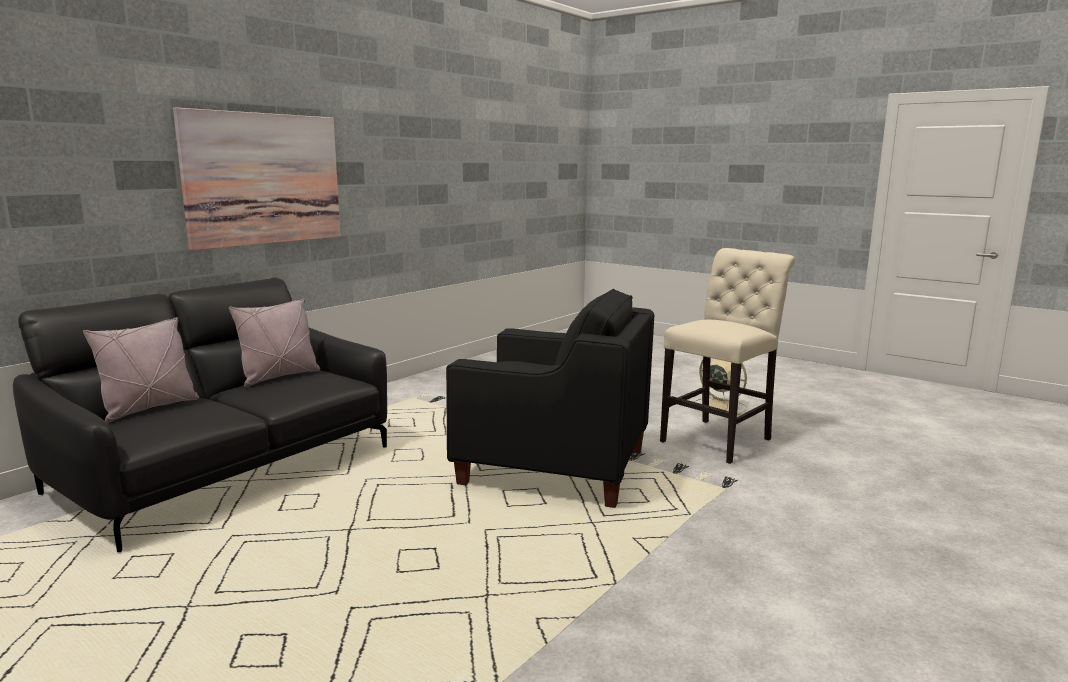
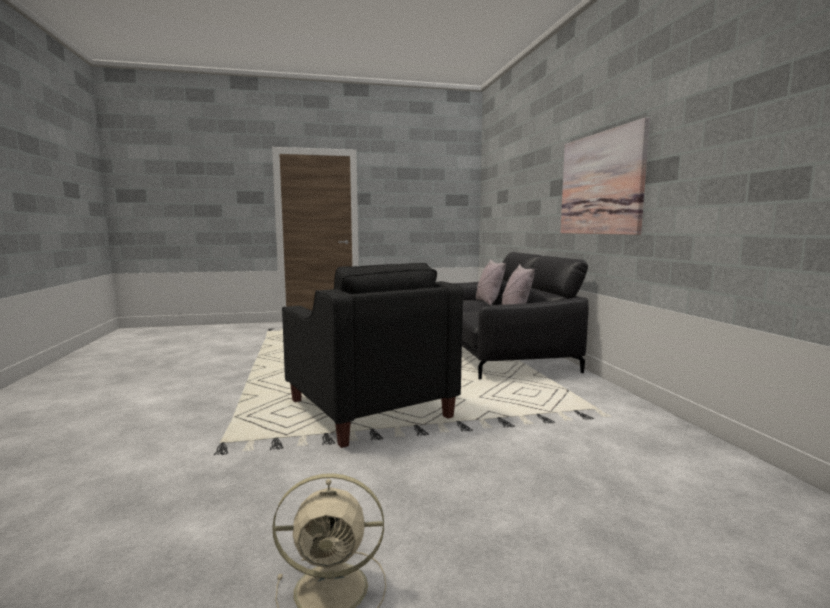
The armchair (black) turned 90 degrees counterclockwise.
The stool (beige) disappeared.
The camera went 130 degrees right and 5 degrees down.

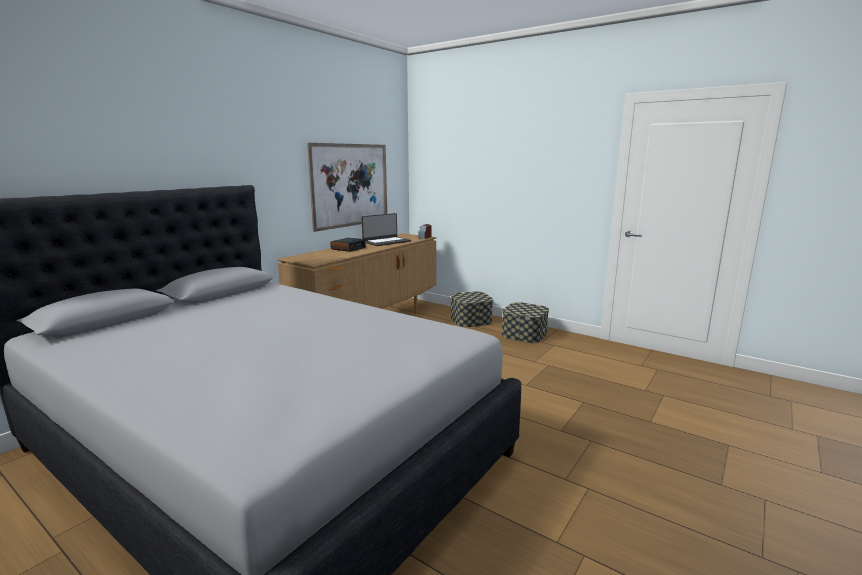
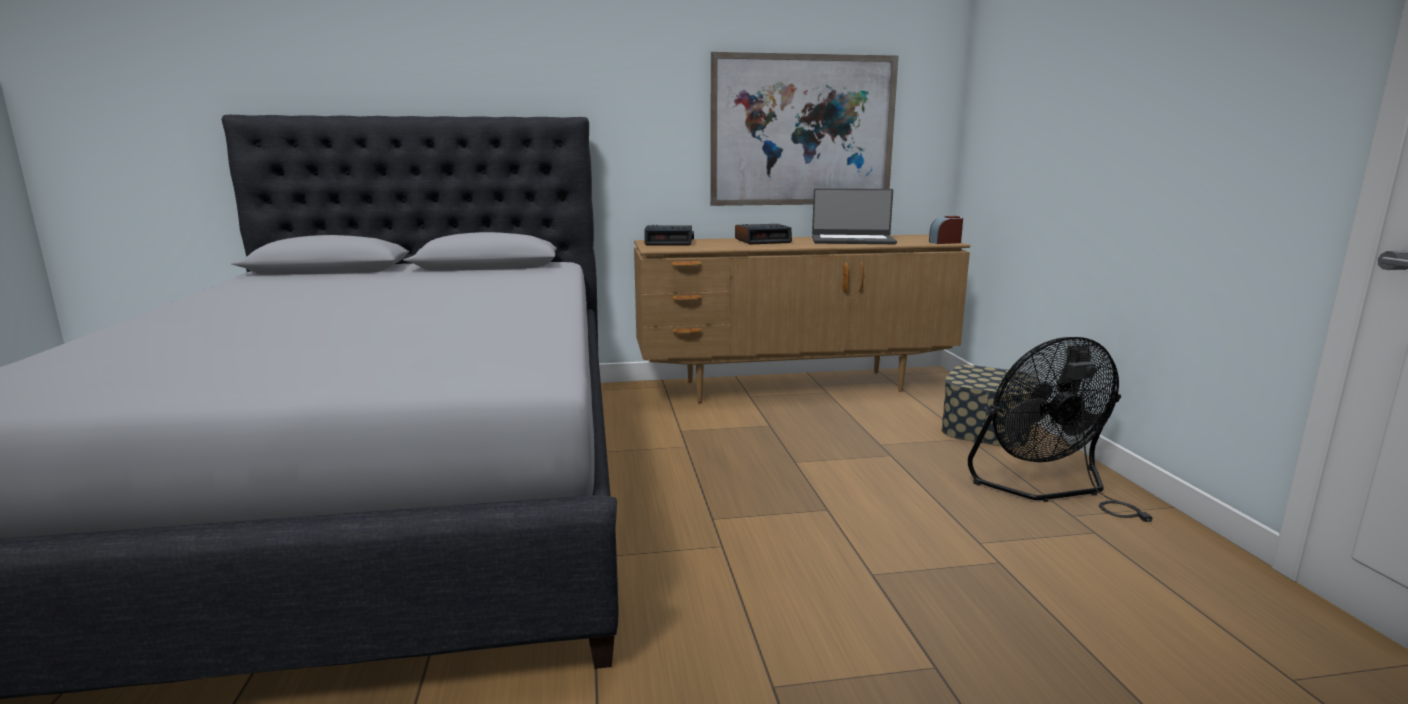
The alarm clock (no. 1 from left) appeared.
The storage box (no. 2 from left) was replaced by the fan (black).
The camera went 45 degrees right and 0 degrees up.

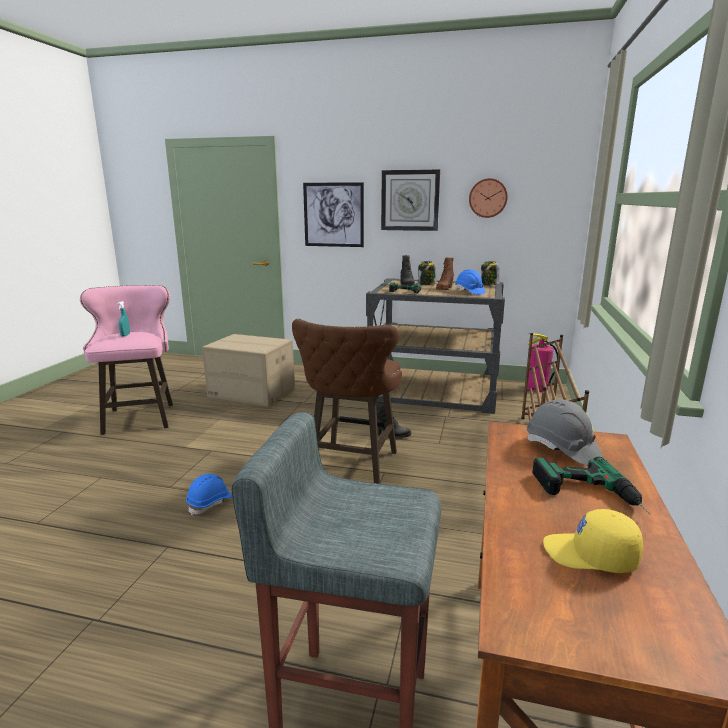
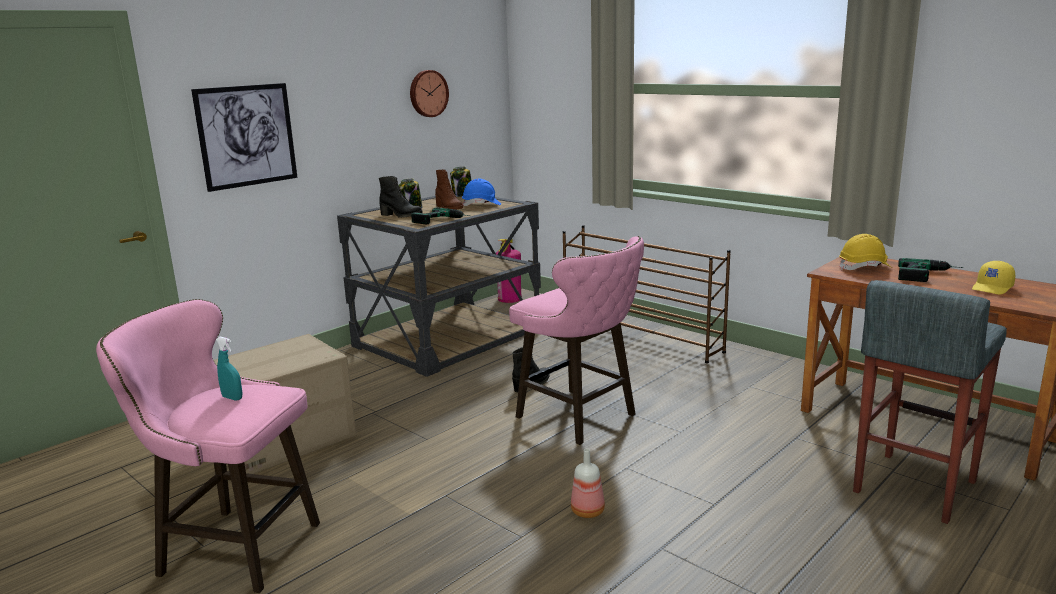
The stool (brown) became the stool (pink) (no. 2 from left).
The hard hat (blue) (no. 1 from left) was replaced by the bottle.
The hard hat (grey) became the hard hat (yellow).
The wall clock (no. 1 from left) disappeared.
The camera went 60 degrees left and 0 degrees up.

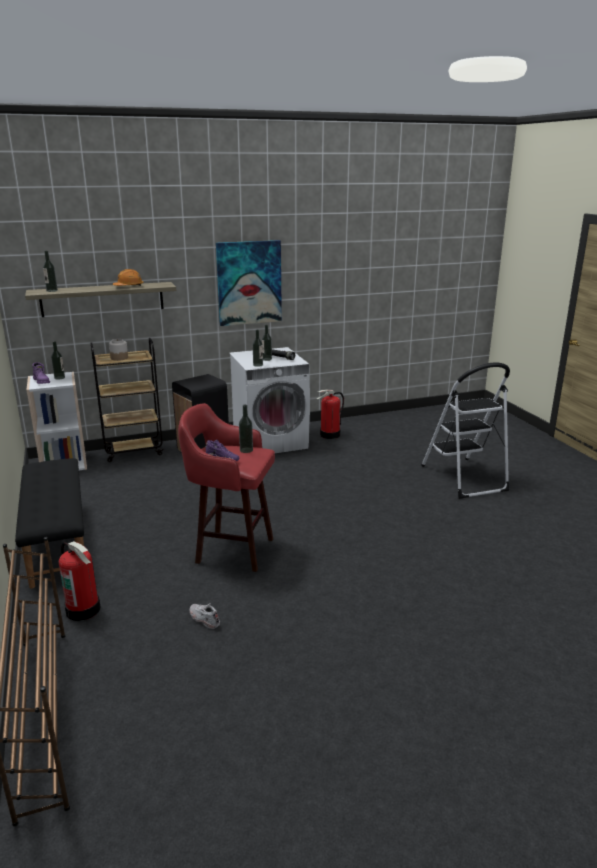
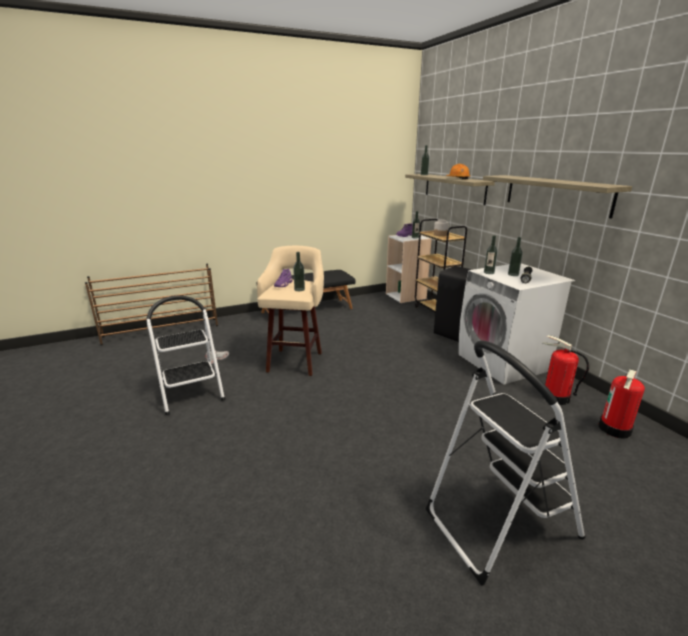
The step ladder (no. 1 from left) appeared.
The stool (red) became the stool (beige).
The picture was replaced by the shelf (no. 2 from left).
The fire extinguisher (no. 1 from left in the first image) moved.
The camera went 85 degrees right and 0 degrees up.

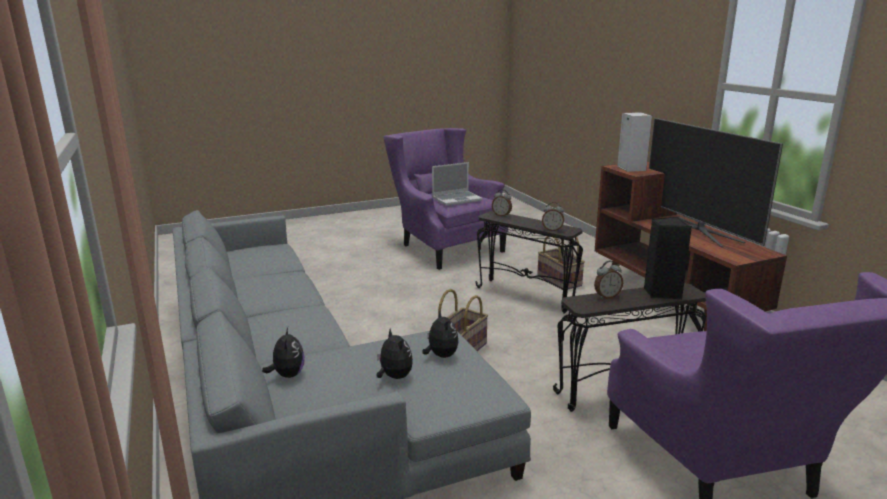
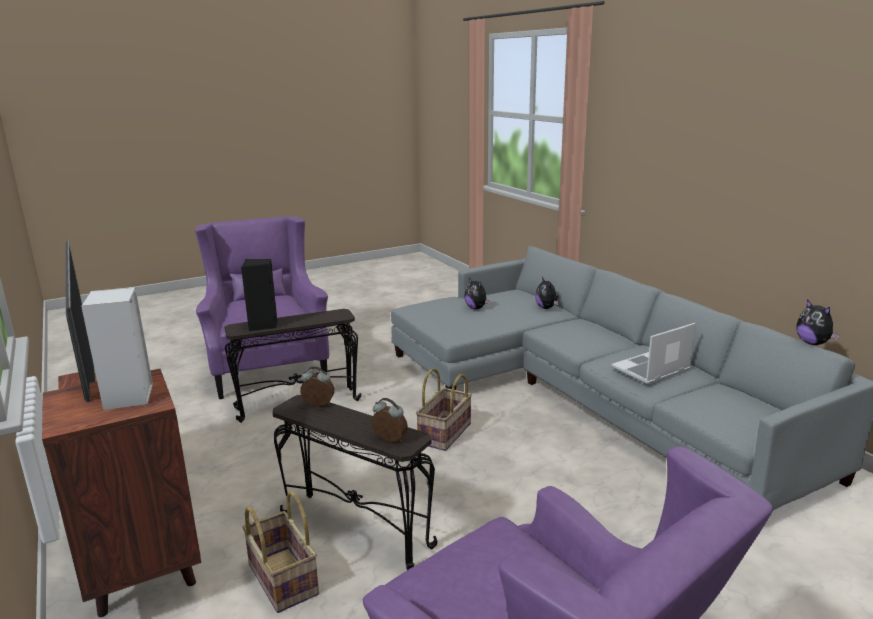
The laptop moved.
The plush toy (no. 3 from left) moved.
The alarm clock (no. 3 from left) disappeared.
The camera went 175 degrees right and 0 degrees up.

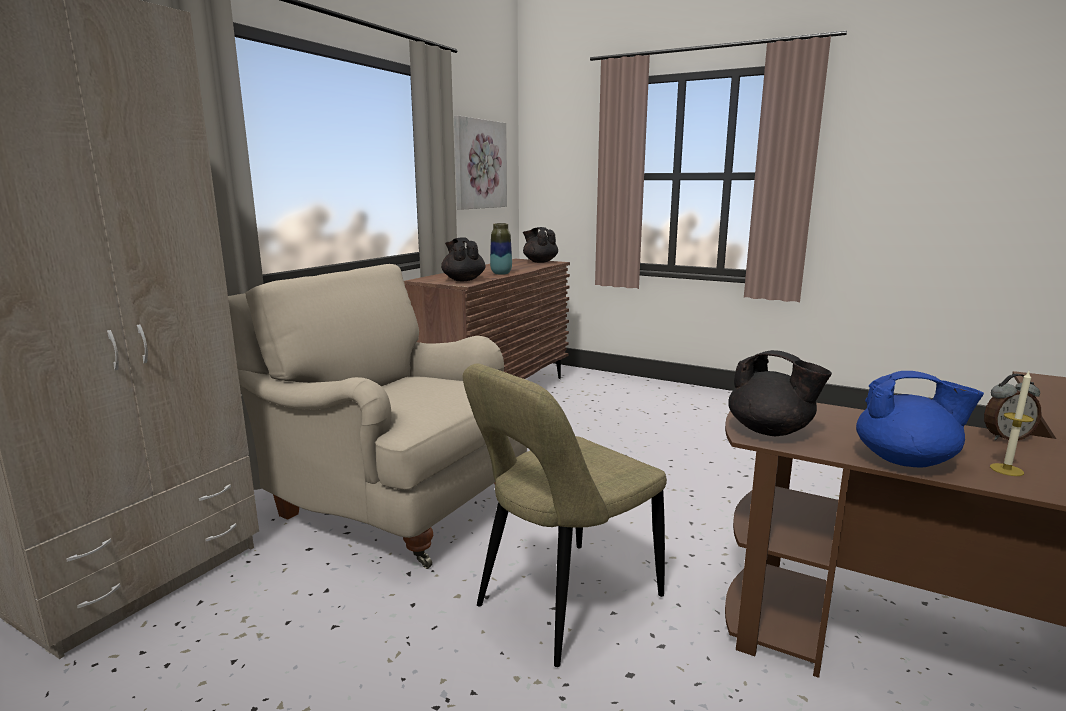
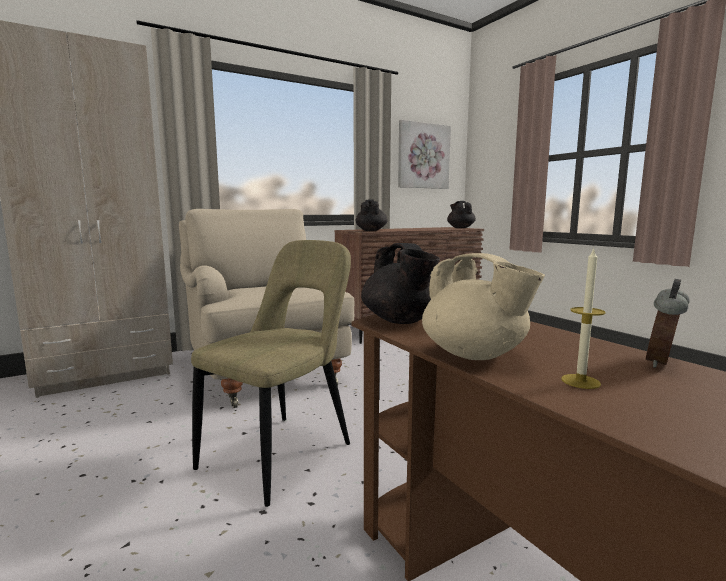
The chair (beige) turned 135 degrees clockwise.
The teapot (blue) became the teapot (beige).
The alarm clock turned 105 degrees clockwise.
The vase disappeared.
The camera went 30 degrees right and 5 degrees down.

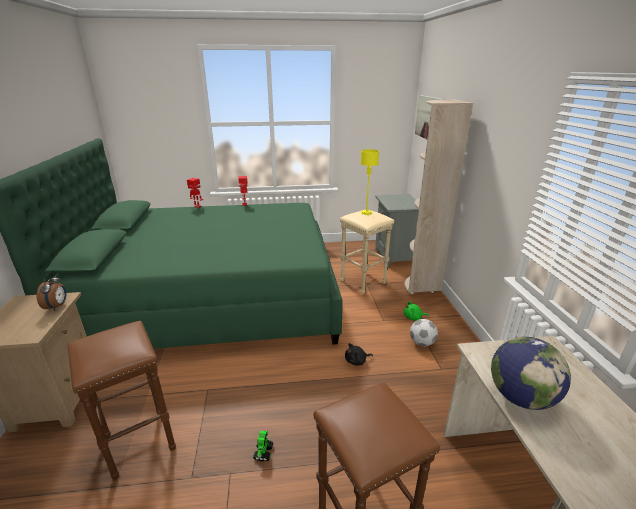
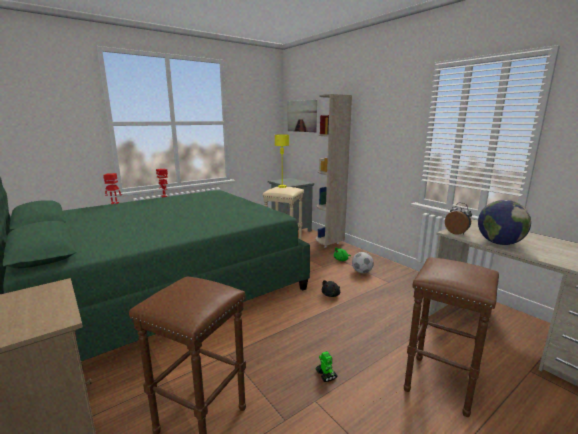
The alarm clock moved.
The camera went 30 degrees left and 10 degrees down.

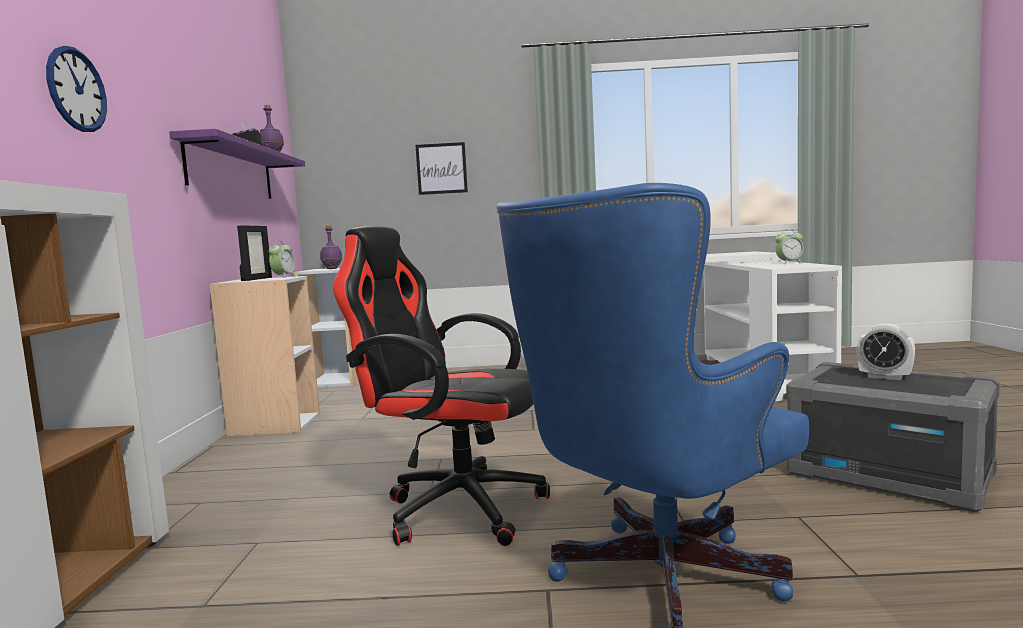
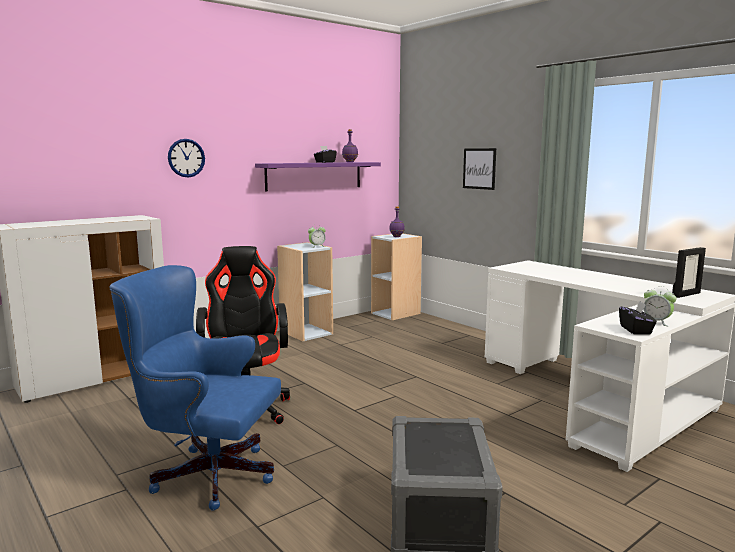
The tissue box (black) (no. 2 from left) appeared.
The picture frame moved.
The alarm clock (no. 3 from left) disappeared.
The camera went 50 degrees right and 5 degrees up.

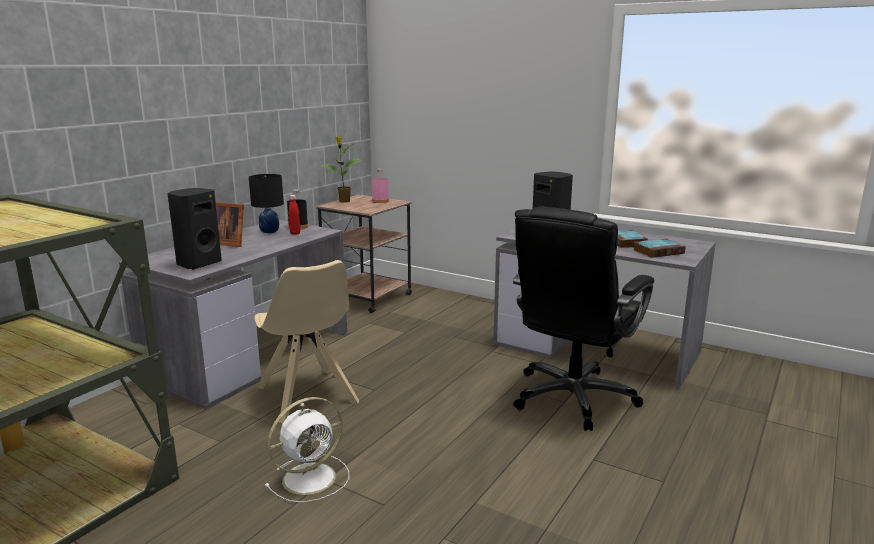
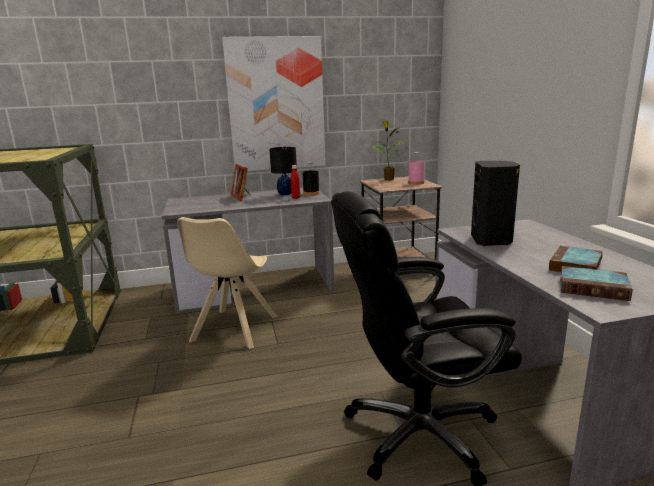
The picture appeared.
The speaker (black) (no. 1 from left) disappeared.
The fan (white) disappeared.
The camera went 45 degrees right and 0 degrees up.

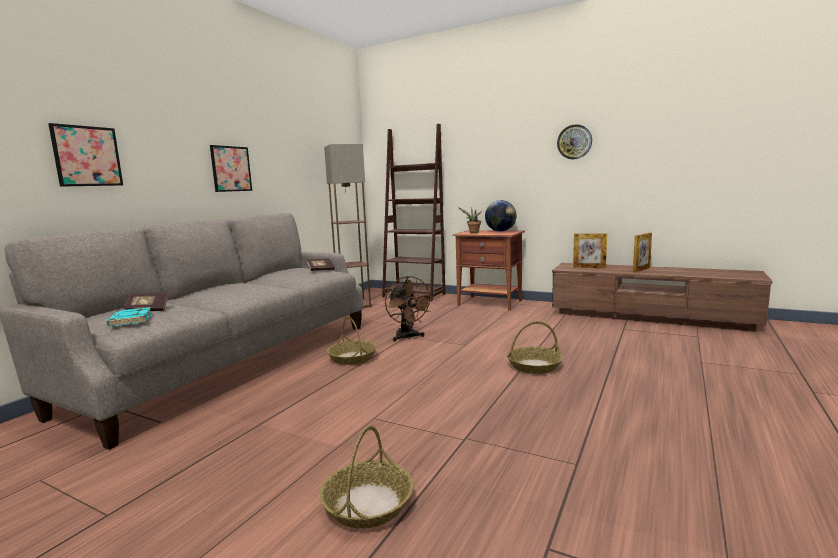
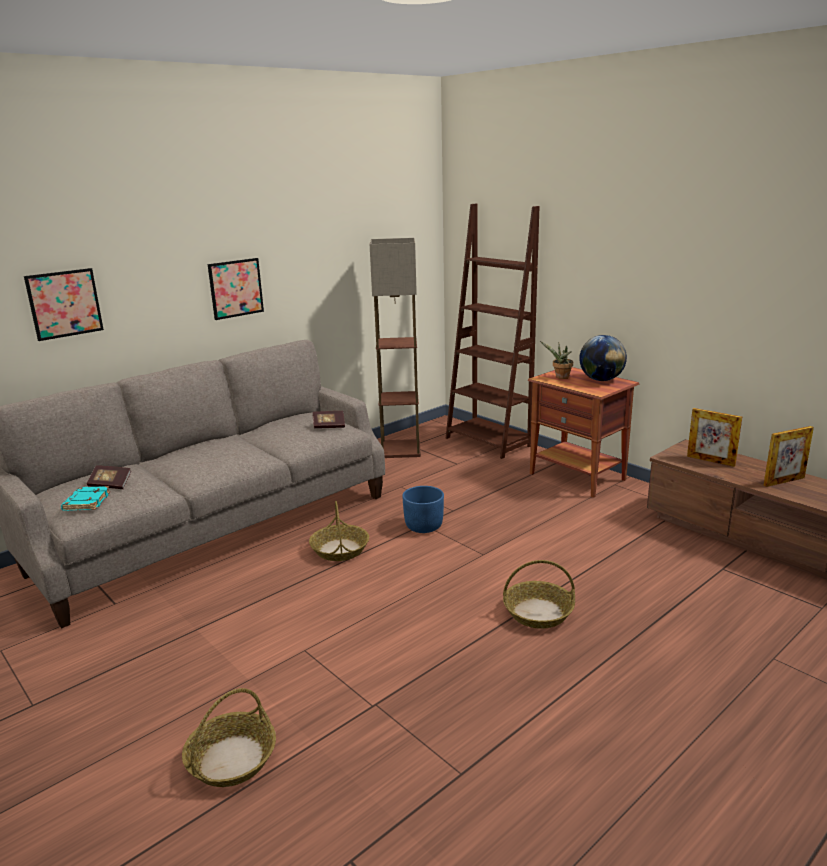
The fan (brown) was replaced by the planter (blue).
The wall clock disappeared.
The camera went 20 degrees right and 10 degrees up.

